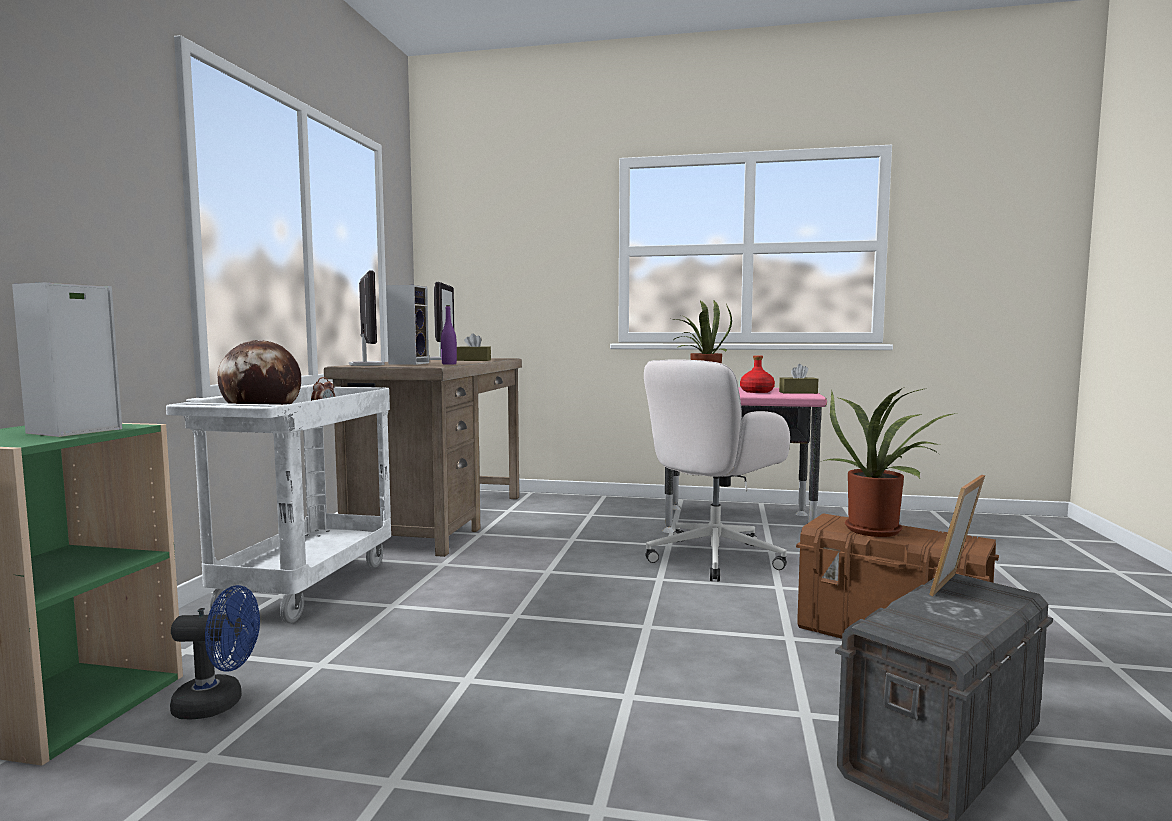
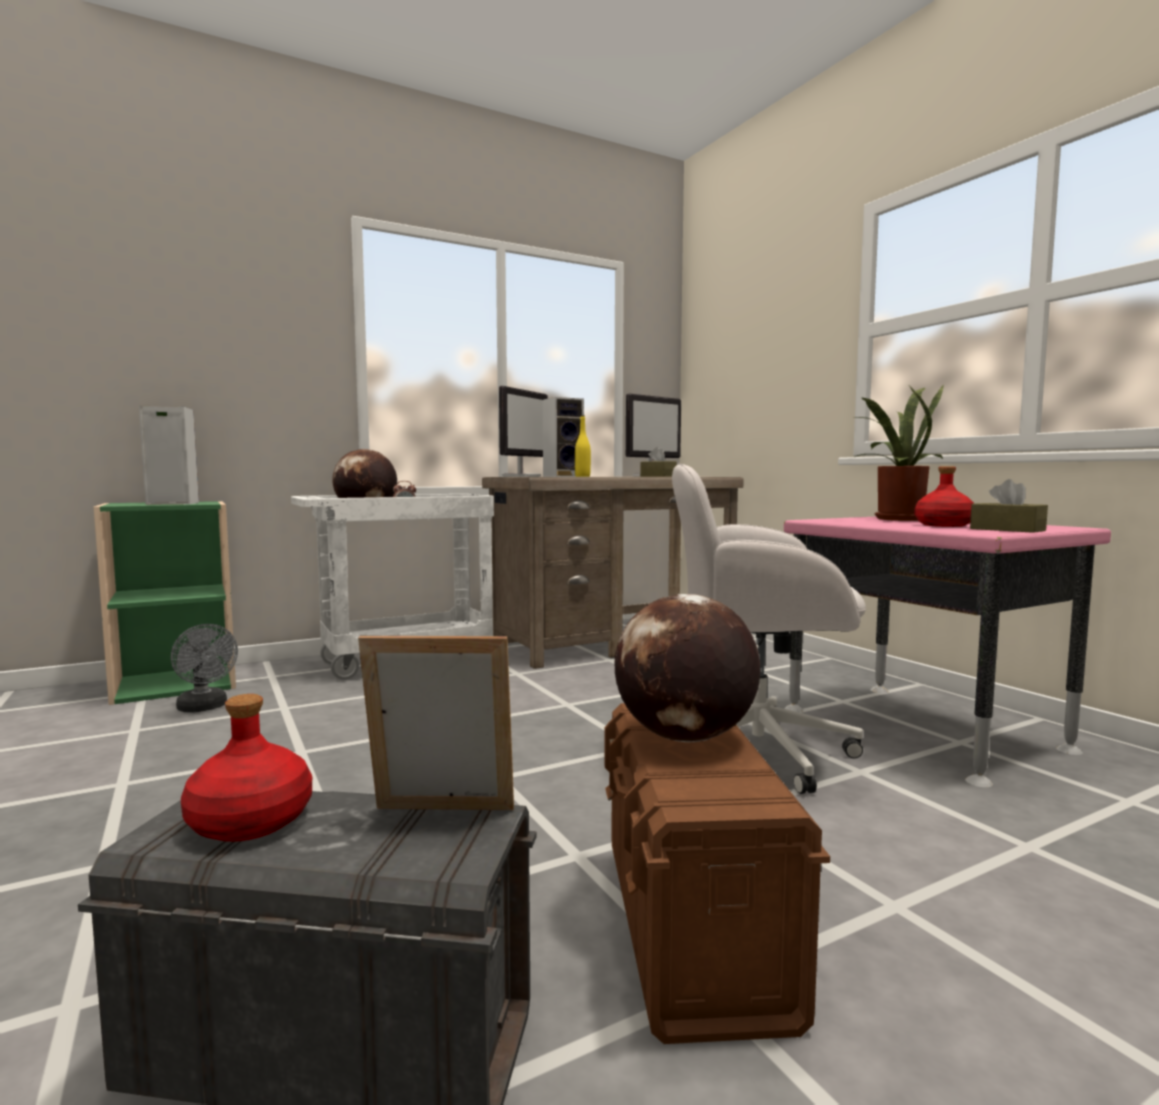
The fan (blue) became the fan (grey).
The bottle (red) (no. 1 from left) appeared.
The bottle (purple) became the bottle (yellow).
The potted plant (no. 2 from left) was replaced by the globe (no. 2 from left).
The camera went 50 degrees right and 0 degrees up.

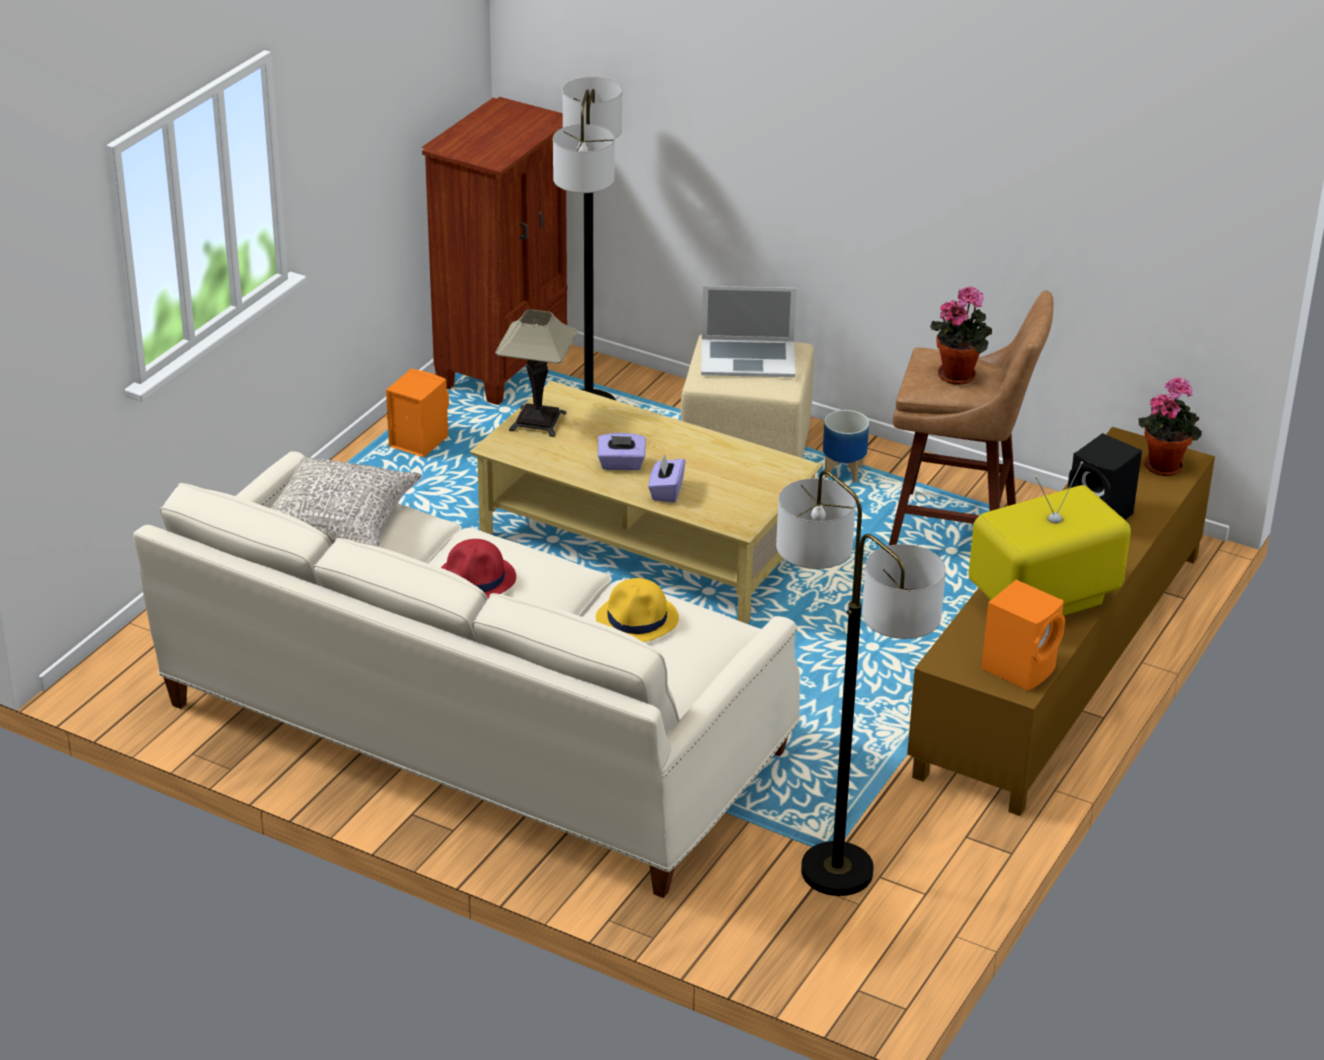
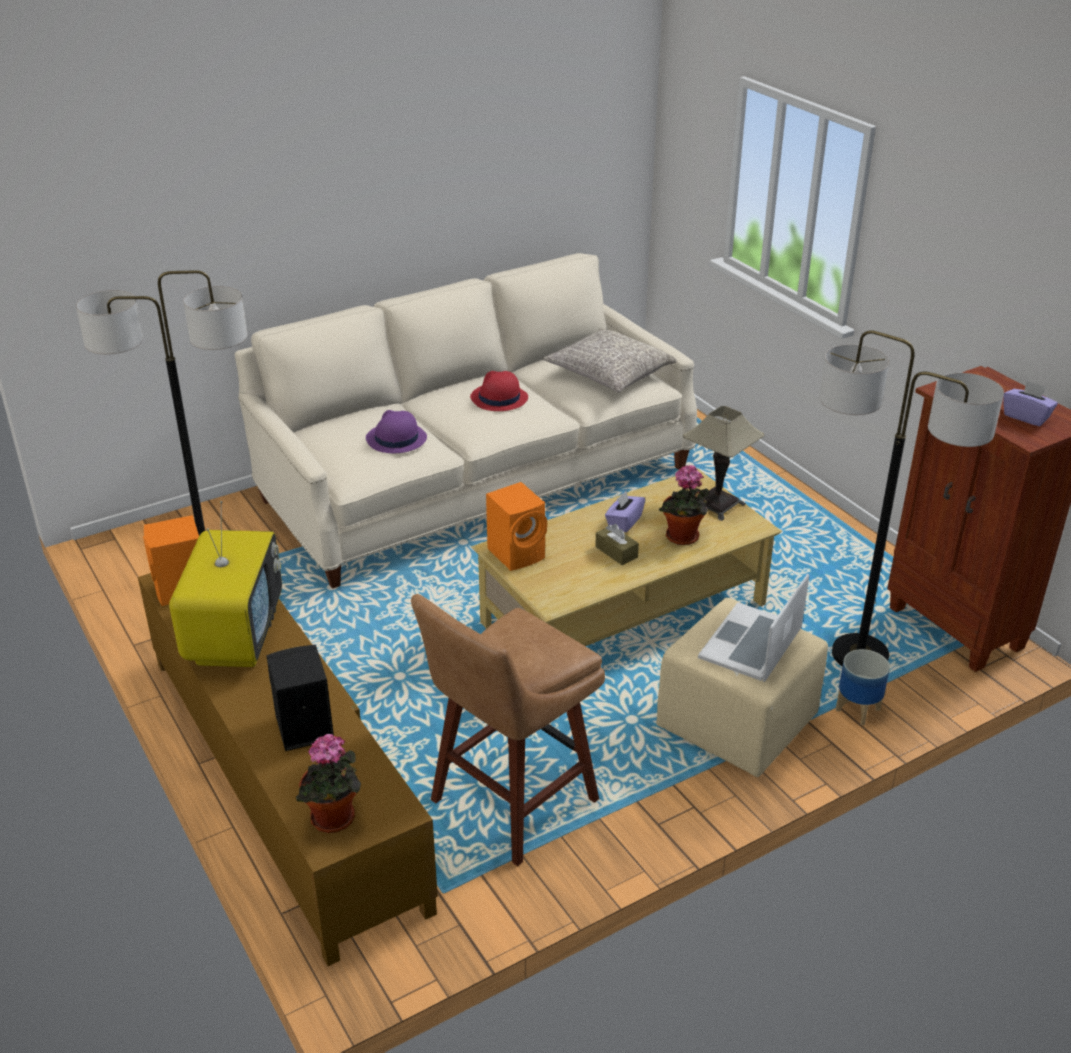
The hat (yellow) became the hat (purple).
The speaker (orange) (no. 1 from left in the first image) moved.
The tissue box (brown) appeared.
The potted plant (no. 1 from left in the first image) moved.
The planter moved.
The tissue box (purple) (no. 2 from left) moved.
The camera went 120 degrees right and 0 degrees up.

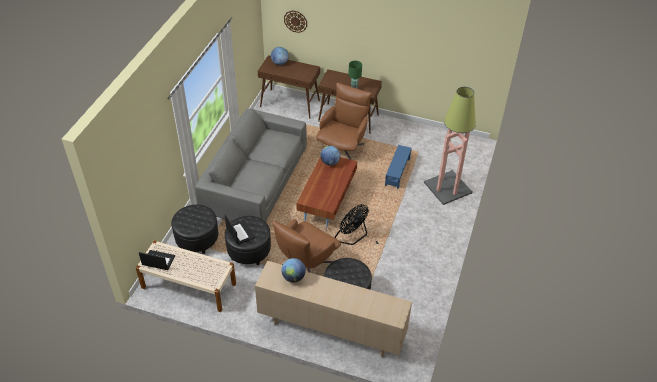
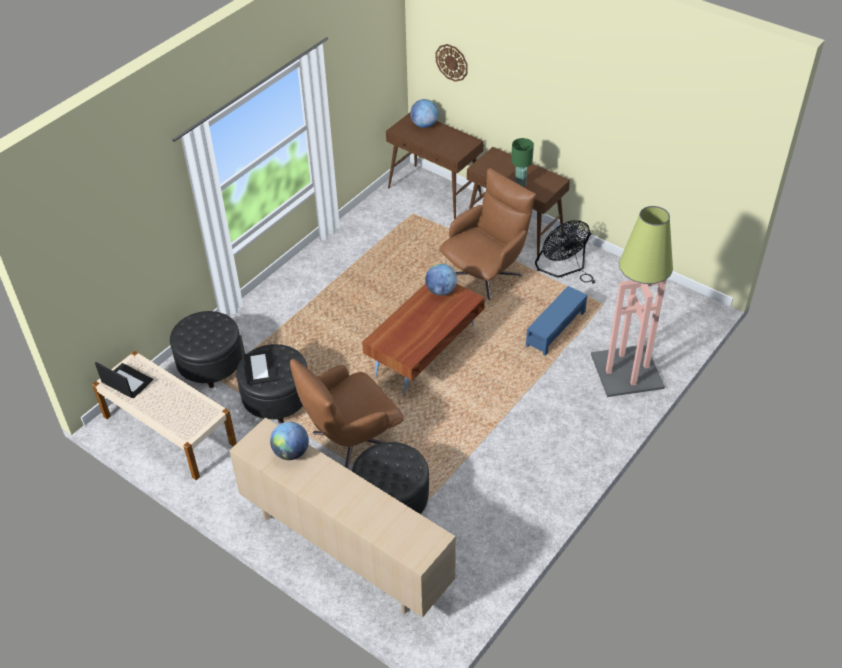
The fan (black) moved.
The sofa (grey) disappeared.
The camera went 20 degrees right and 0 degrees up.

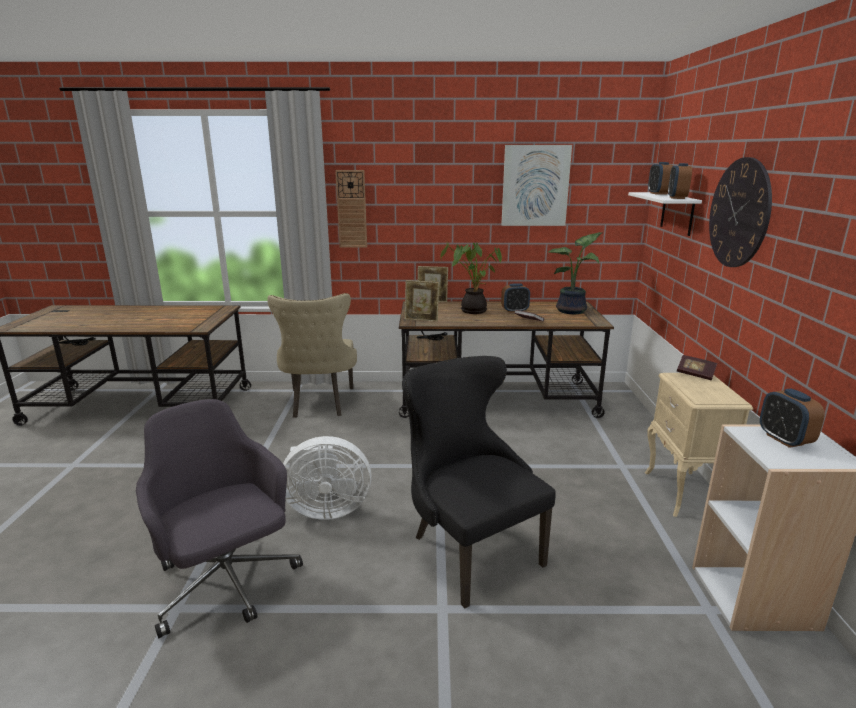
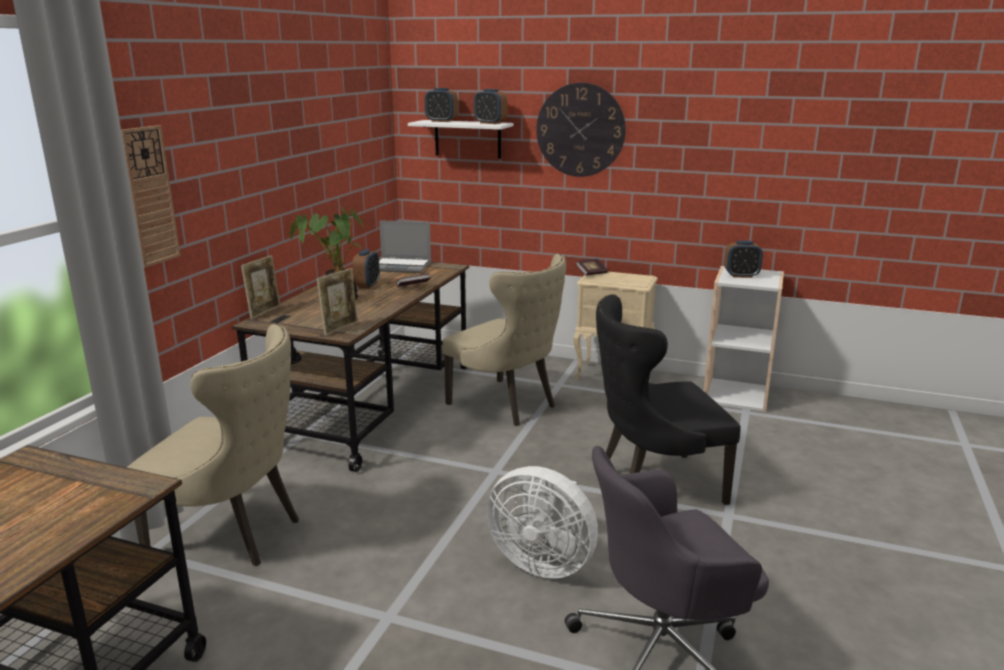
The potted plant (no. 2 from left) was replaced by the laptop.
The chair (beige) (no. 2 from left) appeared.
The fan (white) turned 105 degrees clockwise.
The picture disappeared.
The camera went 70 degrees left and 0 degrees up.

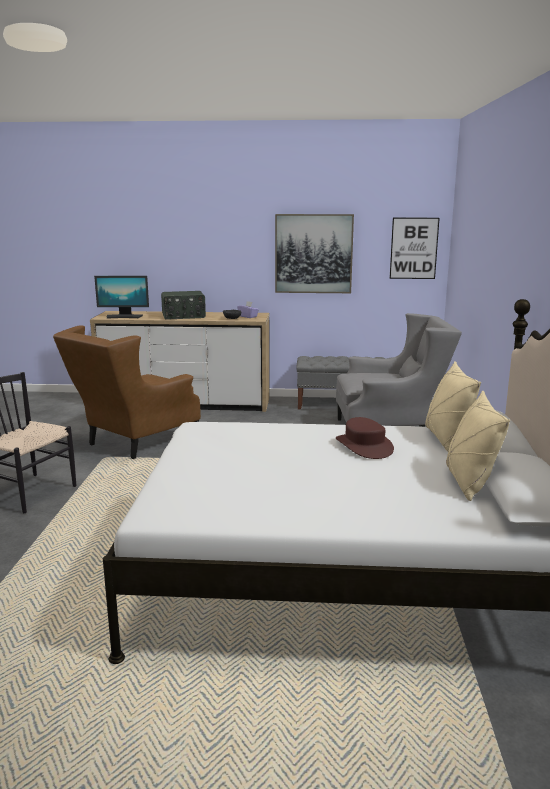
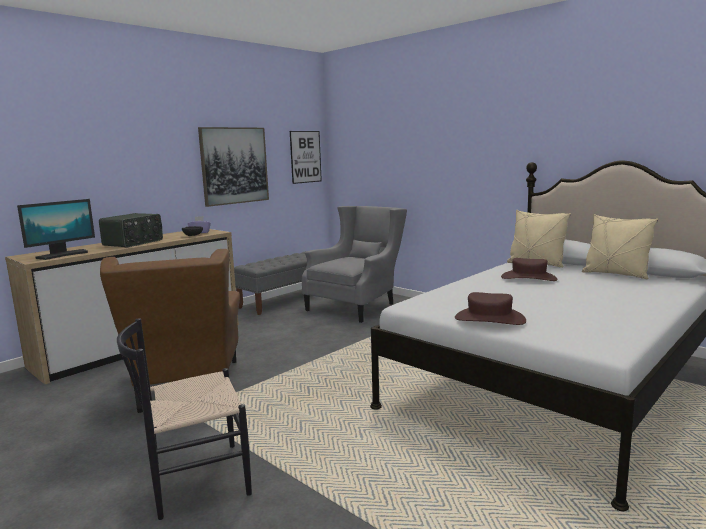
The hat (brown) (no. 1 from left) appeared.
The camera went 50 degrees left and 5 degrees down.

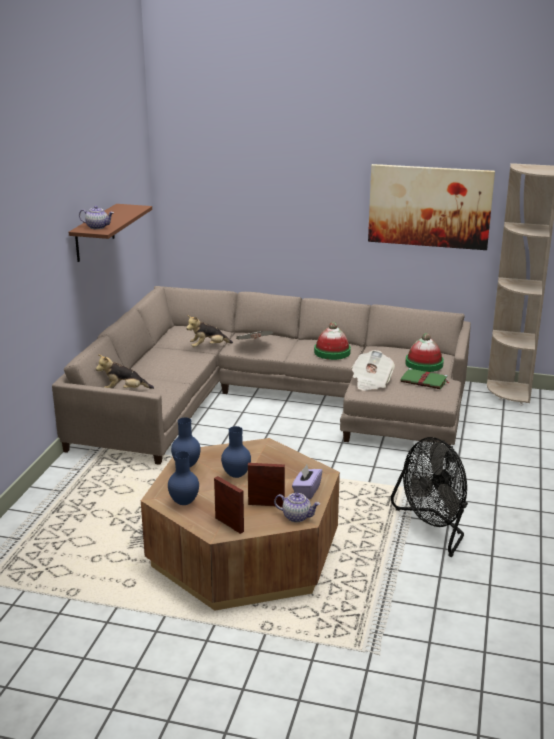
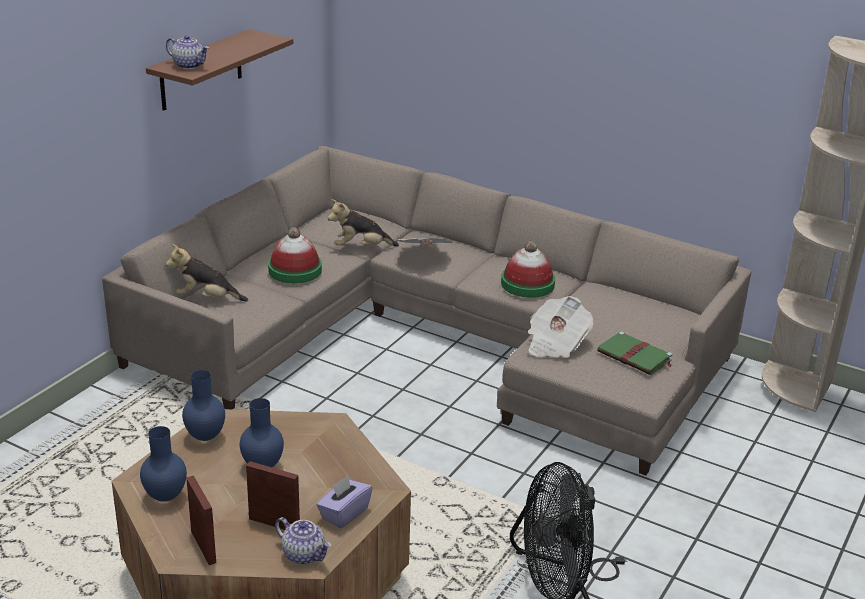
The hat (no. 2 from left in the first image) moved.
The picture disappeared.
The camera went 15 degrees right and 5 degrees up.

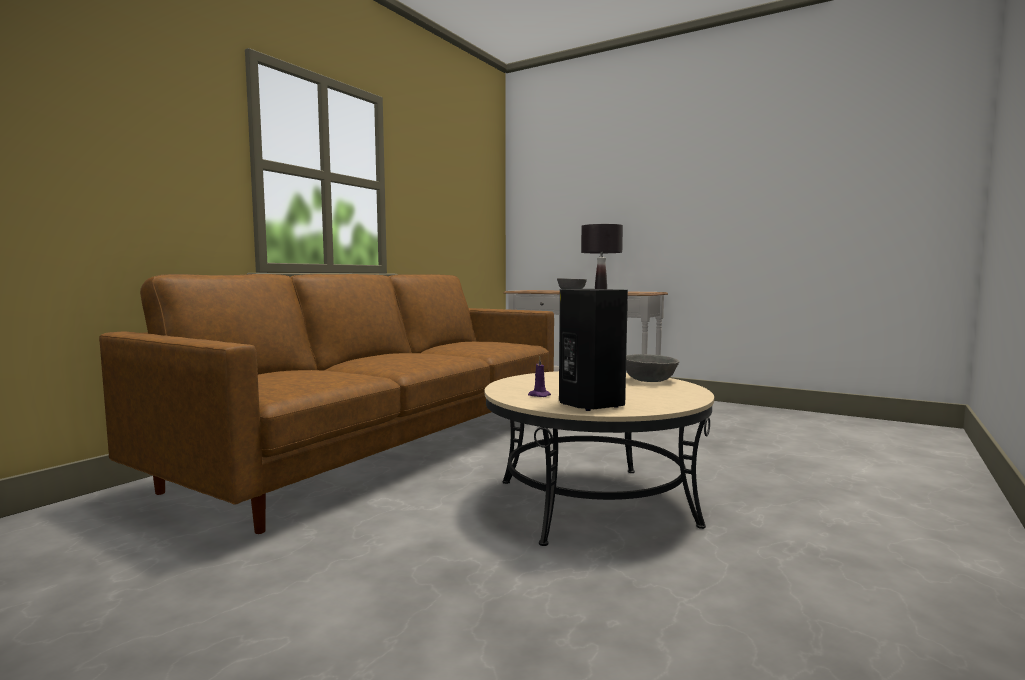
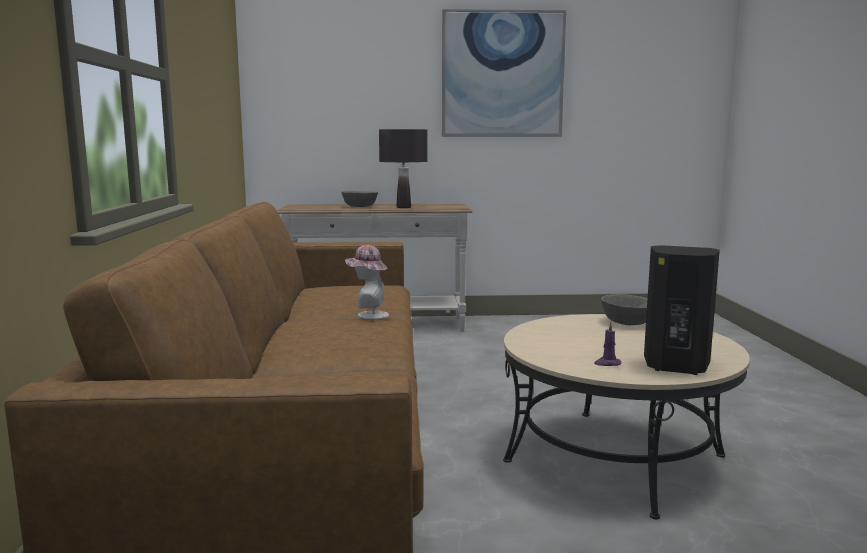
The hat appeared.
The picture appeared.
The camera went 35 degrees left and 5 degrees up.

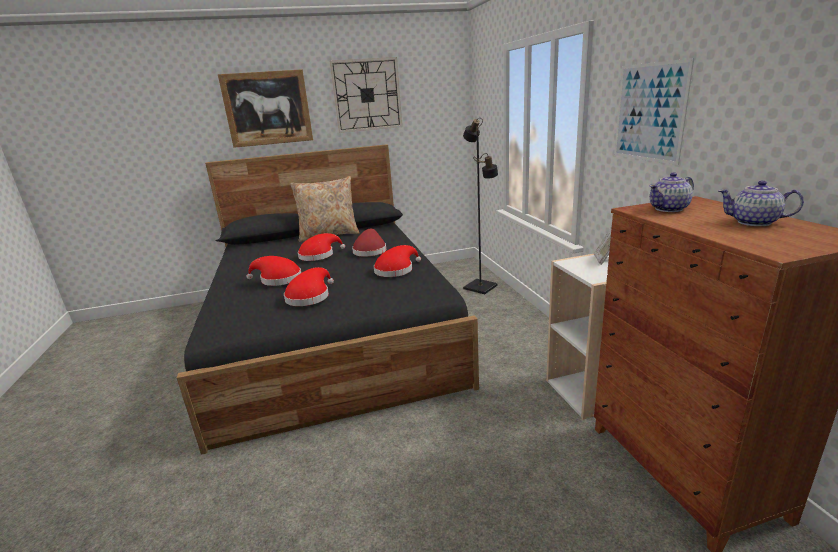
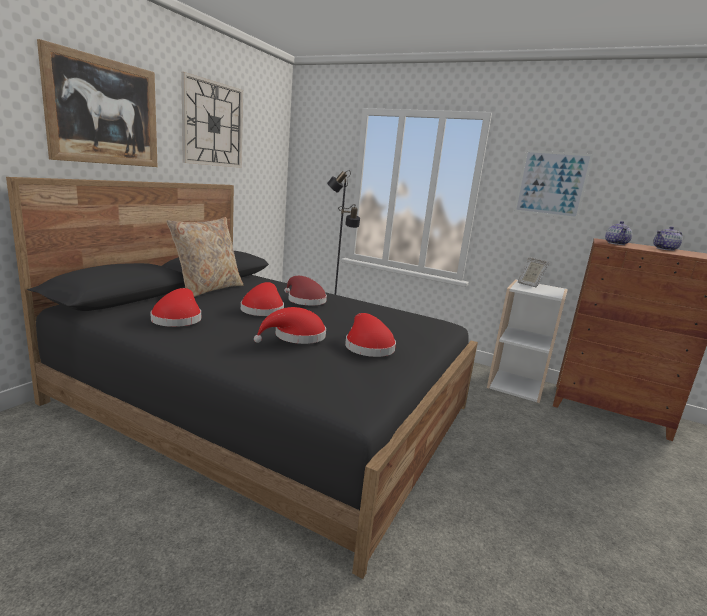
The hat (red) (no. 5 from left in the first image) moved.
The camera went 50 degrees left and 5 degrees down.

